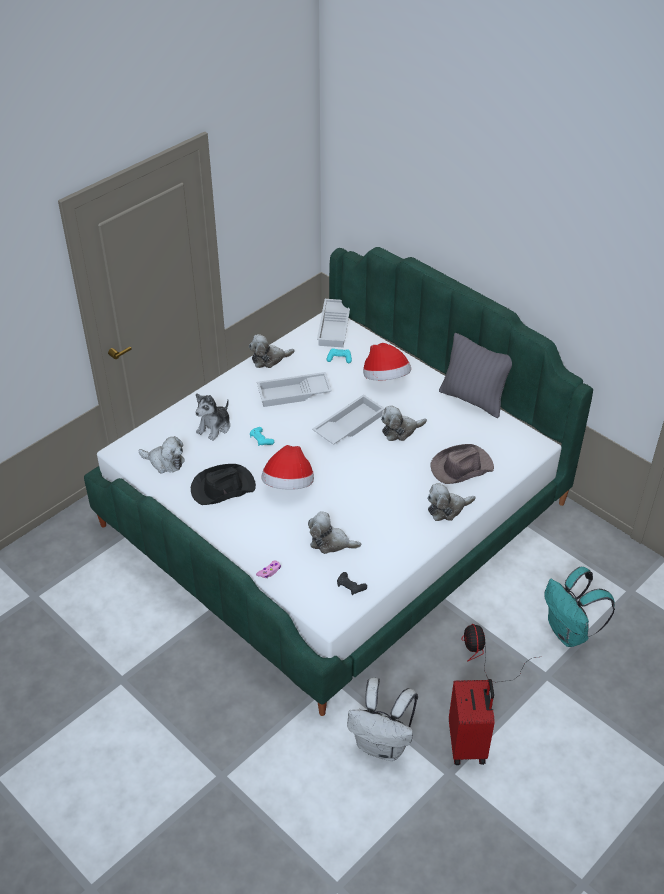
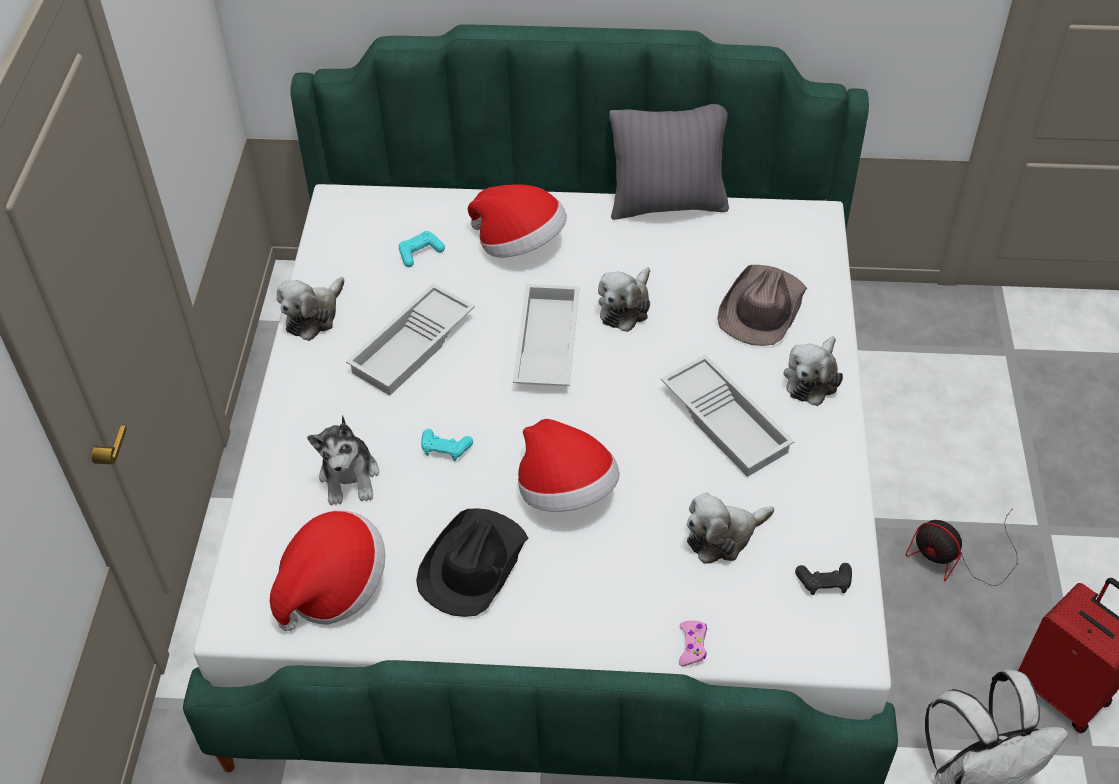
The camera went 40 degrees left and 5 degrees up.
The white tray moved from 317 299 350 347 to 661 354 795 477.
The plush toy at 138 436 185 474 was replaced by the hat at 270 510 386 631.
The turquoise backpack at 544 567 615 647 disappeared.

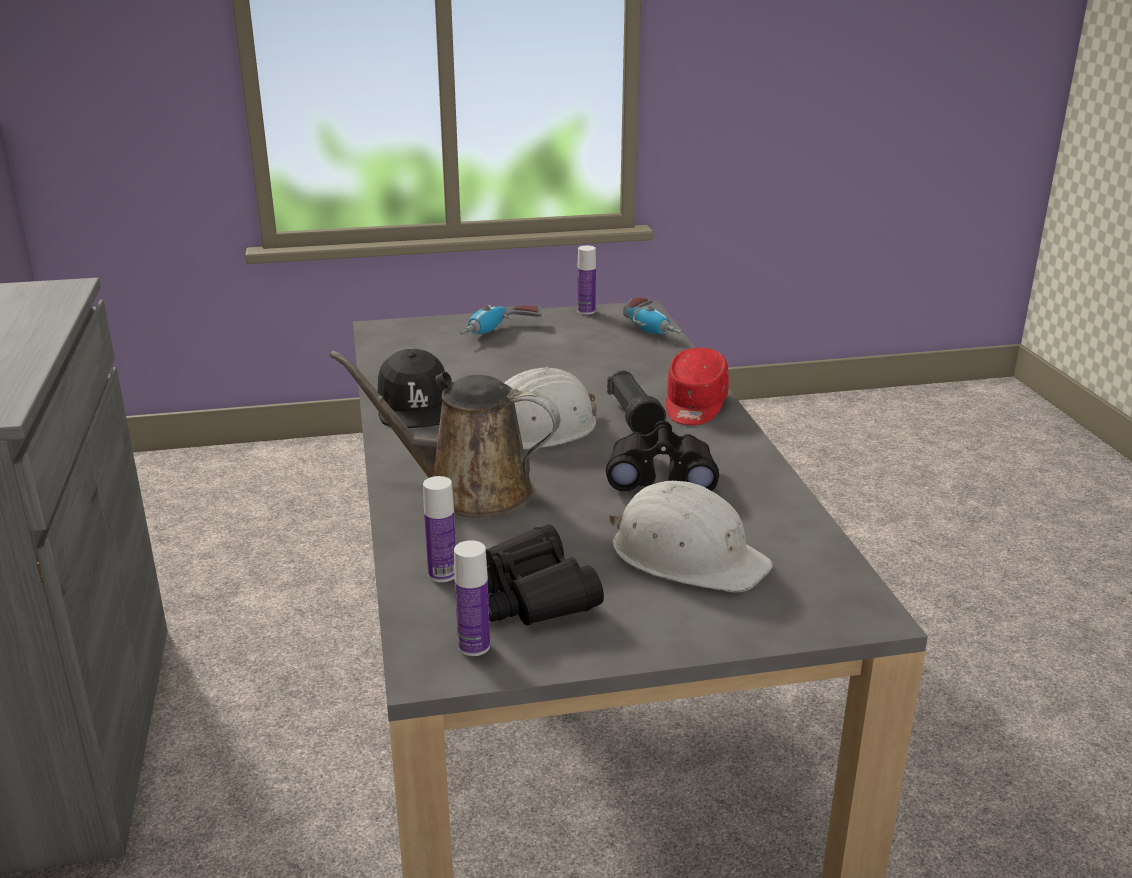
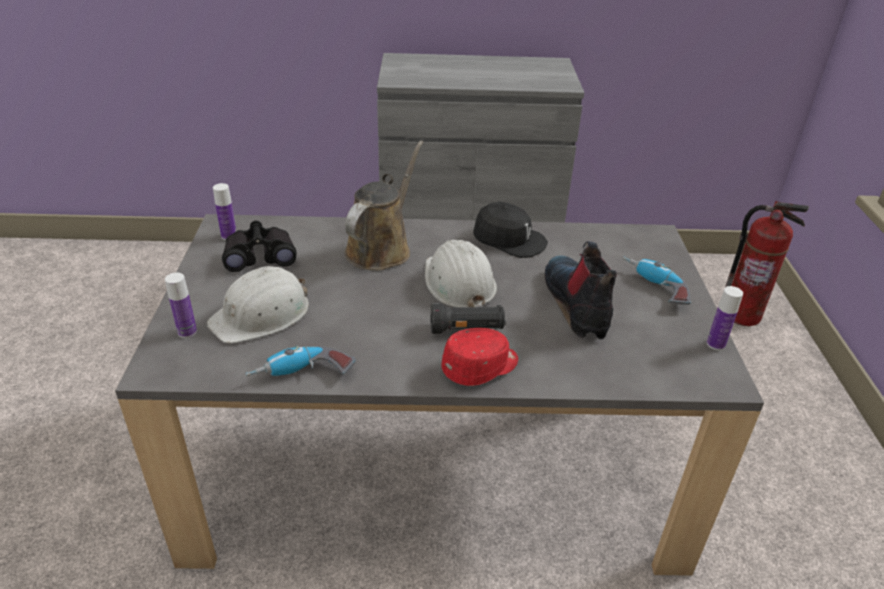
The camera went 100 degrees right and 10 degrees up.
The power drill moved from 623 297 682 334 to 246 345 356 376.
The red cap at 666 348 729 425 turned 120 degrees clockwise.
The black cap at 378 349 445 428 turned 150 degrees counterclockwise.
The black binoculars at 606 421 719 491 disappeared.
The bottle moved from 423 476 456 582 to 165 272 197 338.
The fire extinguisher at 725 201 809 326 appeared.
The boot at 545 241 617 340 appeared.

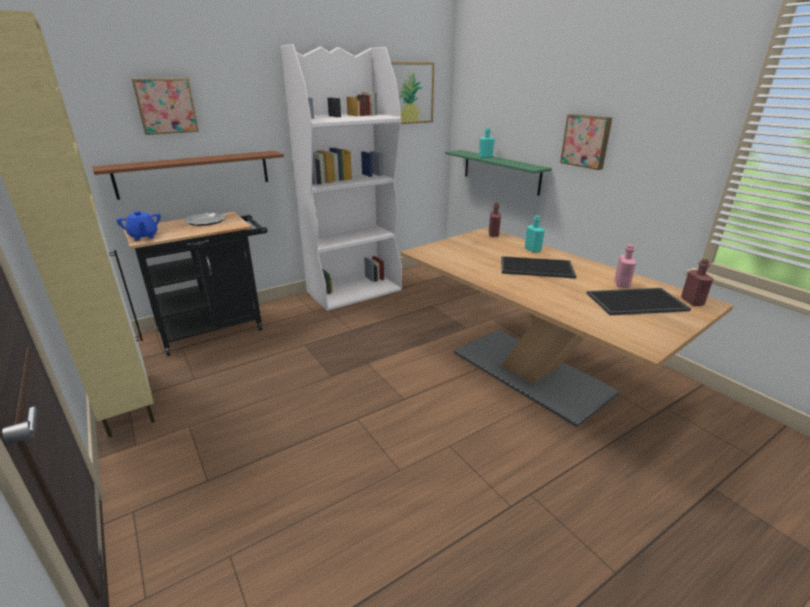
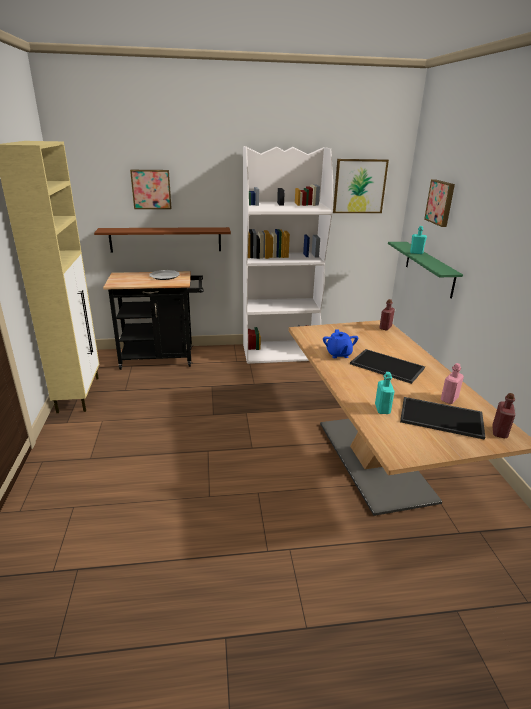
The camera went 25 degrees right and 0 degrees up.
The picture moved from 560 114 612 170 to 424 179 455 227.
The blue teapot moved from 116 211 161 241 to 323 329 358 358.
The turquoise bottle moved from 525 215 545 253 to 375 372 395 414.

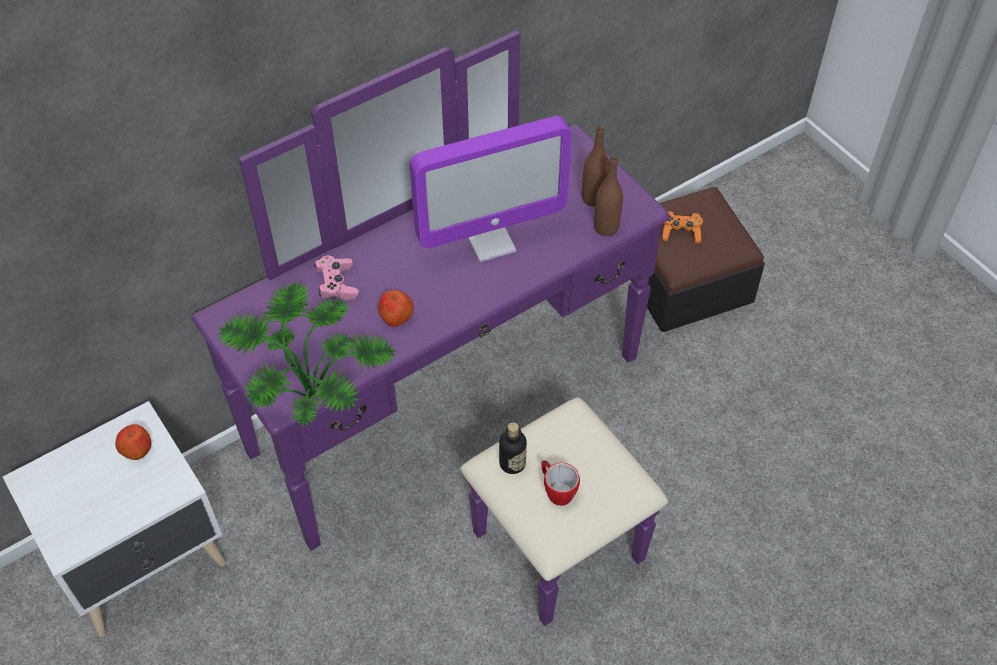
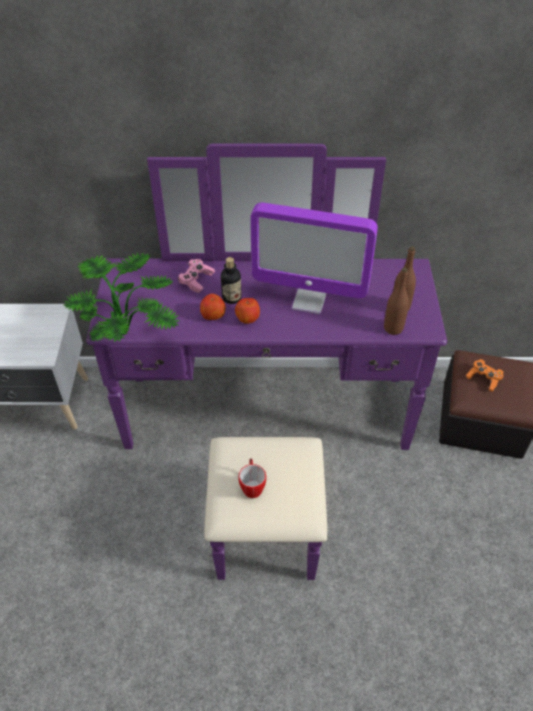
The camera went 35 degrees right and 5 degrees down.
The bottle moved from 499 422 527 474 to 221 257 242 304.
The apple moved from 115 424 151 460 to 235 298 260 324.

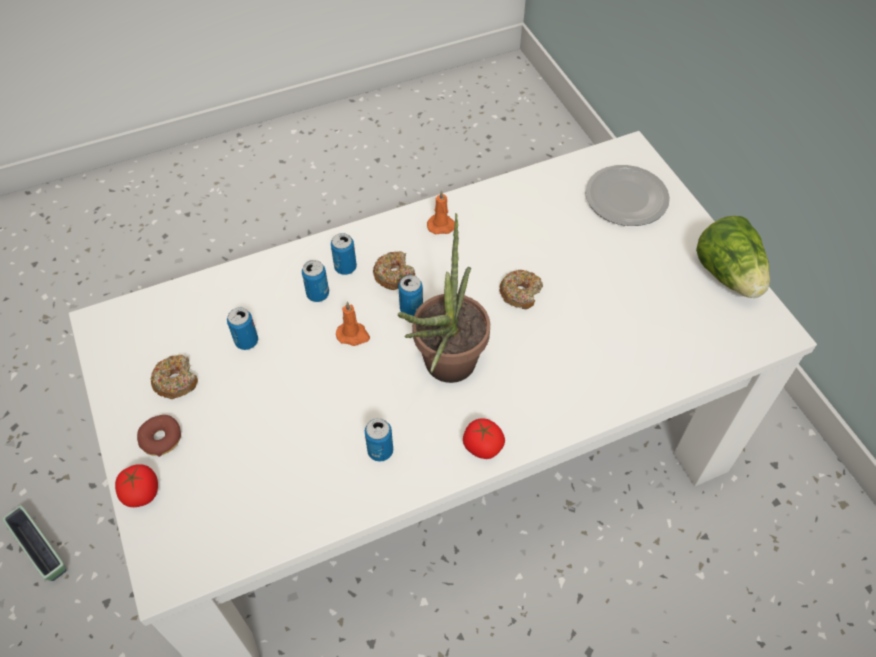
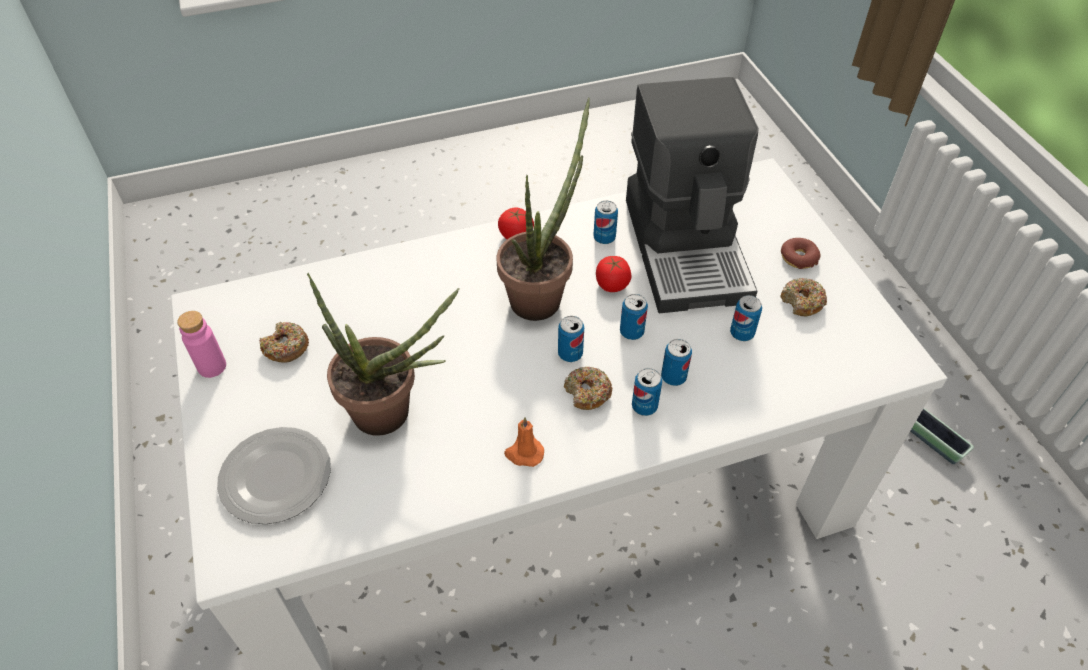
The camera went 175 degrees left and 5 degrees down.
The lettuce at 696 216 770 298 was replaced by the pink bottle at 177 311 226 378.
The donut moved from 499 269 543 309 to 259 322 309 363.
The orange candle at 336 301 370 346 was replaced by the can at 620 294 648 340.
The tomato moved from 115 464 158 507 to 596 256 631 292.
The coffee machine at 626 77 759 313 appeared.
The potted plant at 307 273 460 436 appeared.

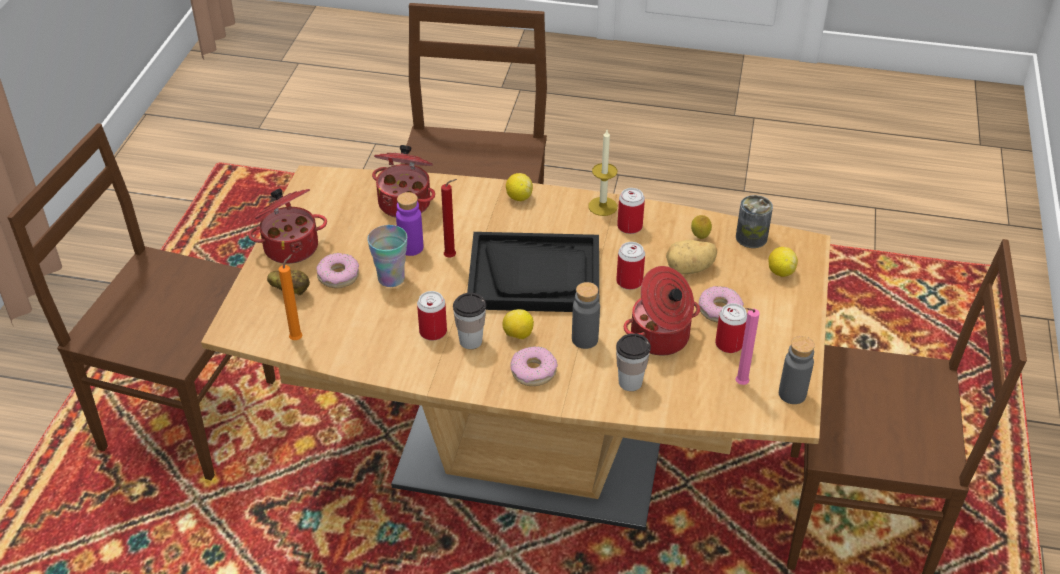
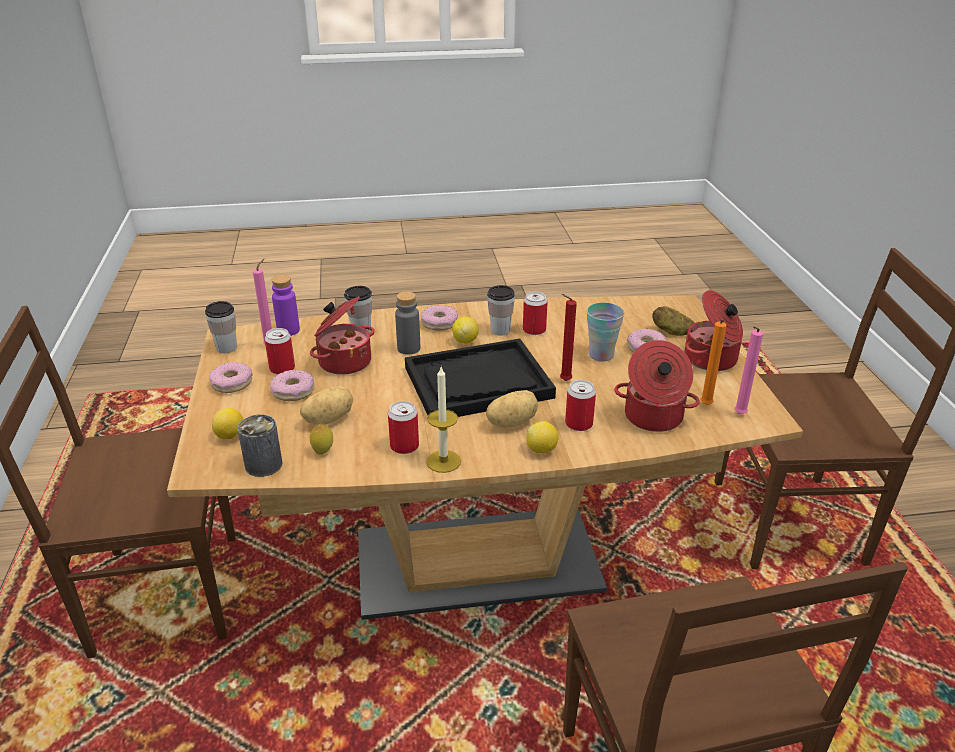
The camera went 160 degrees right and 10 degrees down.
The purple bottle moved from 396 192 423 256 to 272 275 300 336.
The can moved from 616 242 645 290 to 565 380 596 431.
The orange candle moved from 278 254 303 340 to 700 319 726 405.
The grey bottle at 779 336 815 404 was replaced by the cup at 205 301 237 353.
The pink candle at 734 326 763 414 appeared.
The donut at 209 362 253 393 appeared.
The potato at 486 390 538 428 appeared.

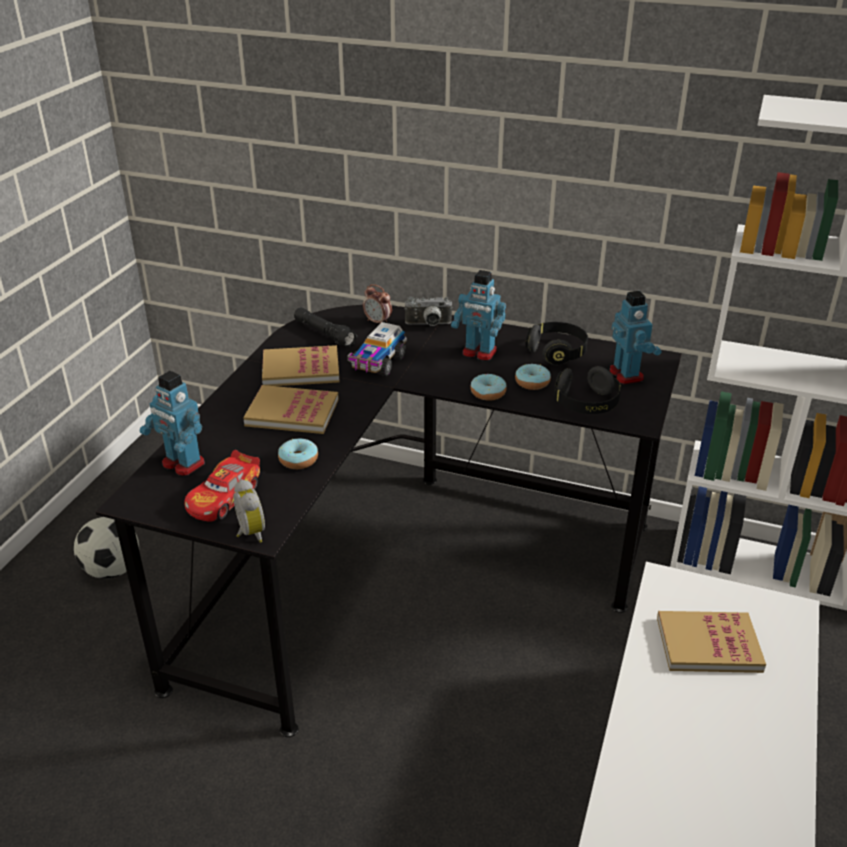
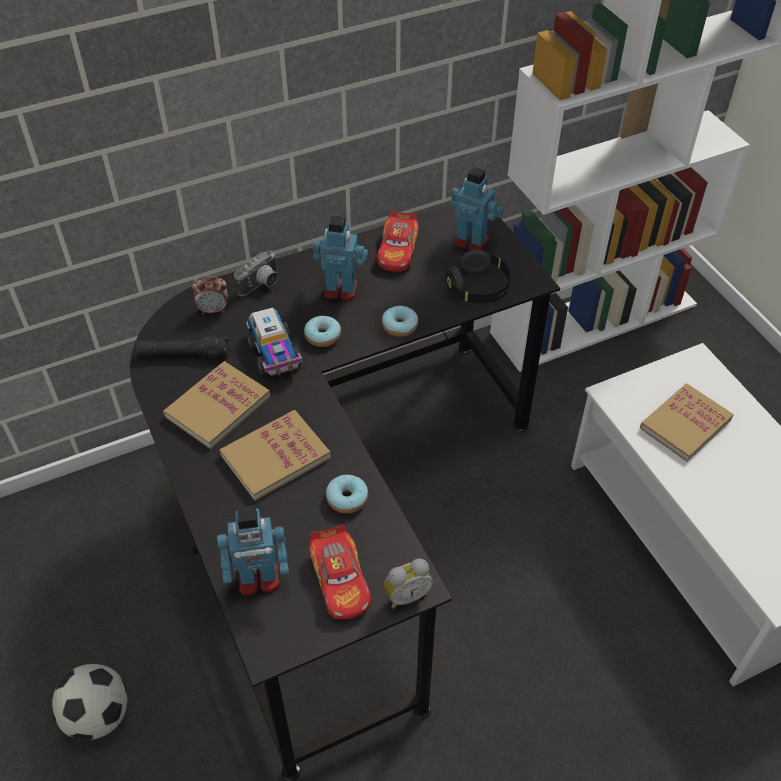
The camera went 45 degrees left and 15 degrees up.
The toy robot at 451 270 506 361 turned 150 degrees counterclockwise.
The black headphones at 525 322 588 365 was replaced by the toy car at 377 211 419 272.
The donut moved from 515 364 551 390 to 304 316 341 347.
The alarm clock at 233 479 265 543 turned 135 degrees clockwise.

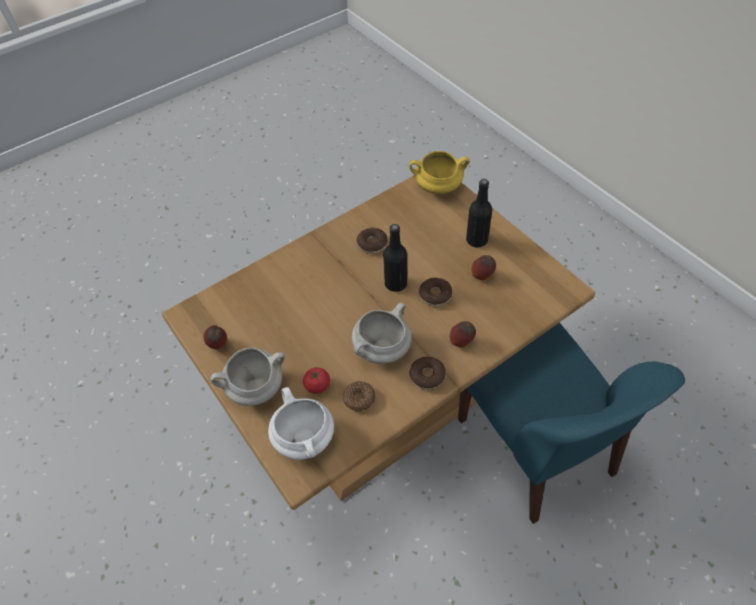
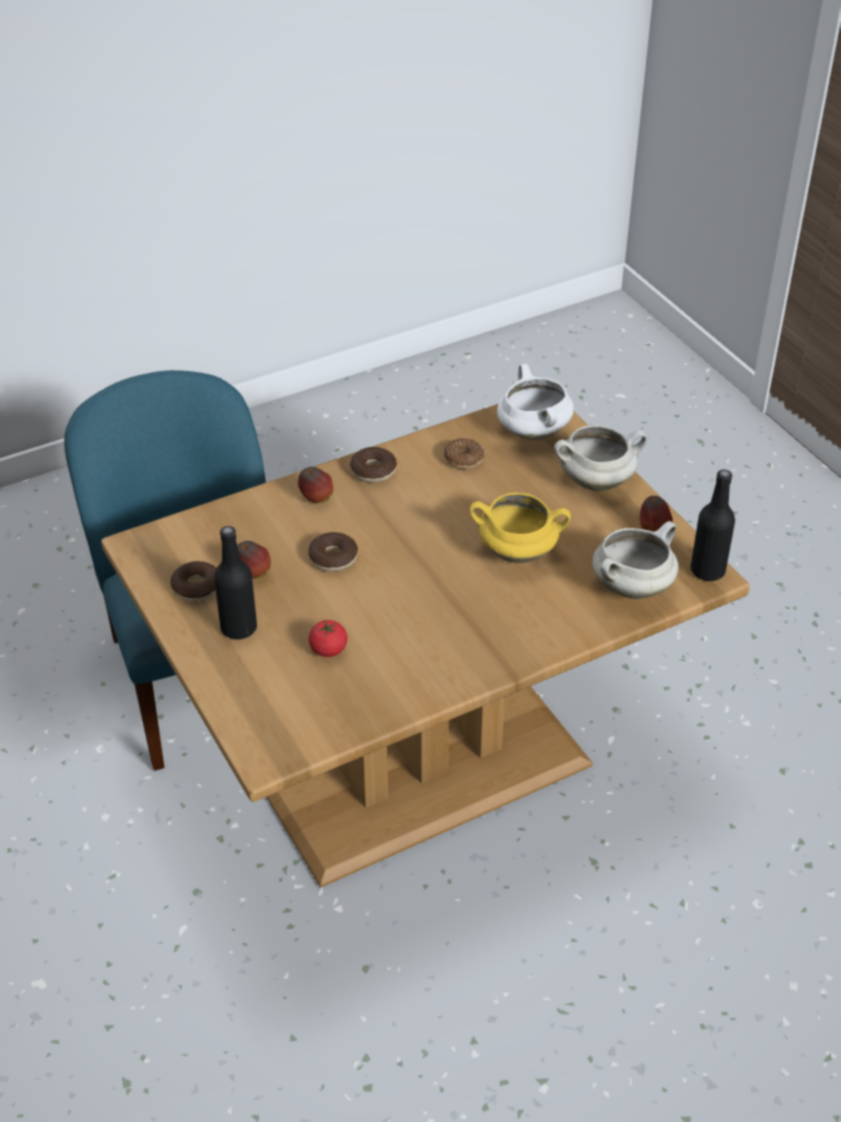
The camera went 175 degrees left and 10 degrees down.
The yellow cooking pot moved from 409 151 469 194 to 469 493 571 563.
The black bottle moved from 383 224 407 292 to 690 470 735 581.
The donut moved from 356 228 388 254 to 170 561 217 602.
The white cooking pot moved from 352 302 412 364 to 592 521 679 599.
The tomato moved from 303 367 330 394 to 309 620 348 657.

